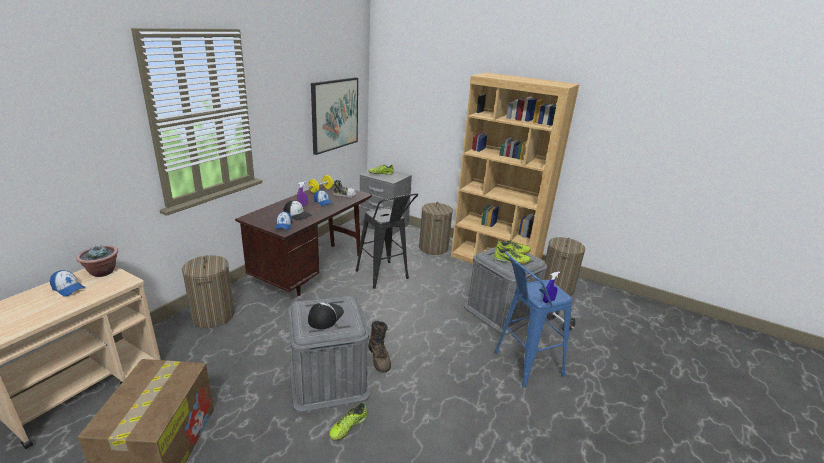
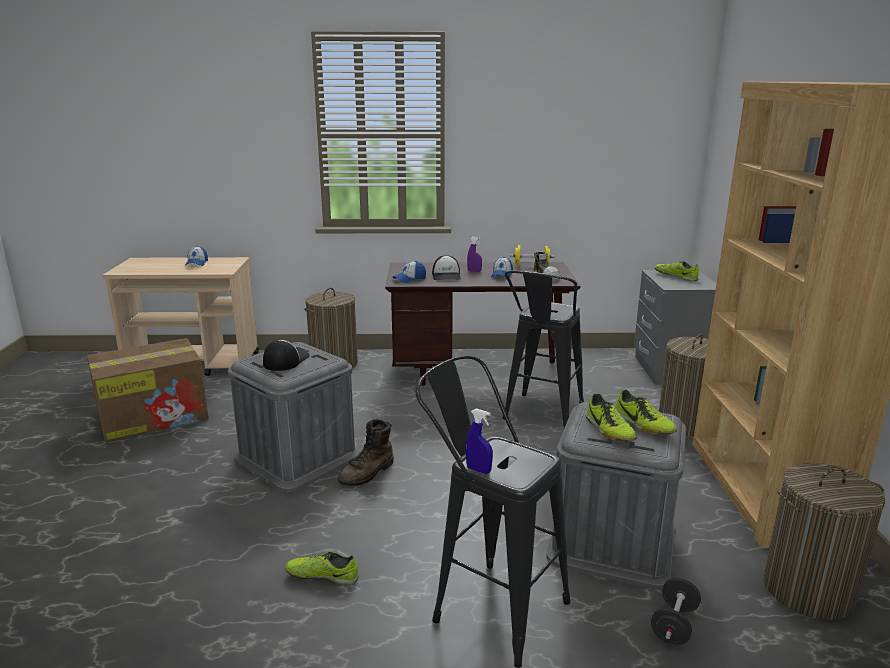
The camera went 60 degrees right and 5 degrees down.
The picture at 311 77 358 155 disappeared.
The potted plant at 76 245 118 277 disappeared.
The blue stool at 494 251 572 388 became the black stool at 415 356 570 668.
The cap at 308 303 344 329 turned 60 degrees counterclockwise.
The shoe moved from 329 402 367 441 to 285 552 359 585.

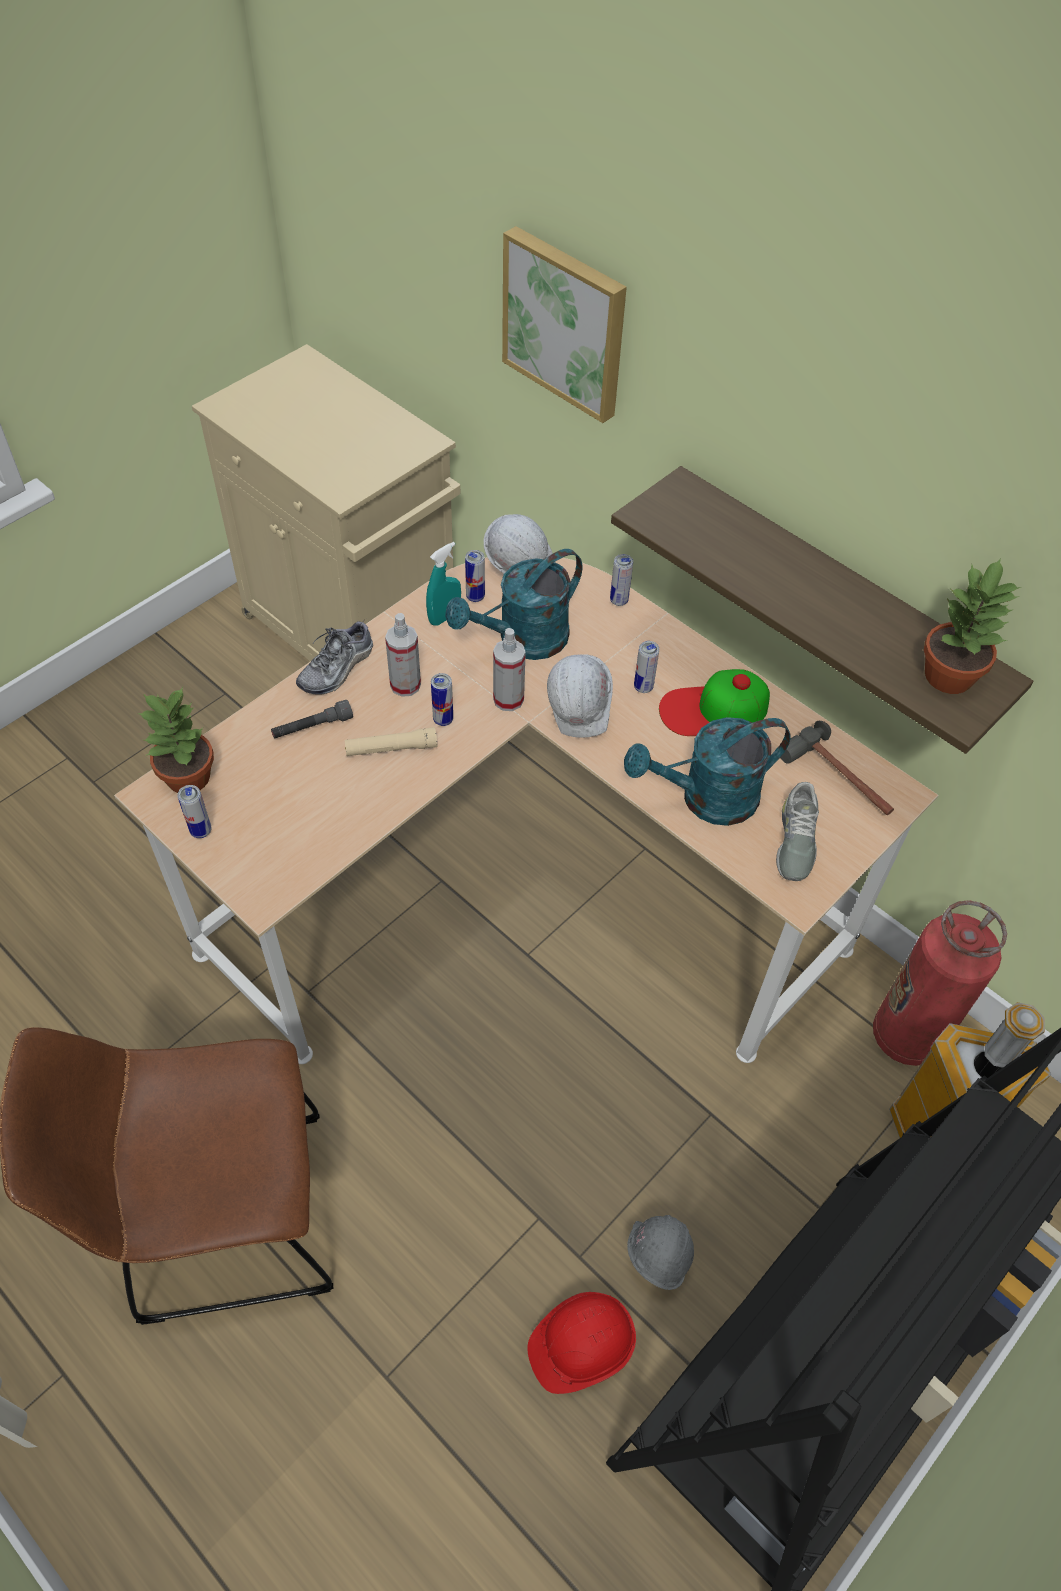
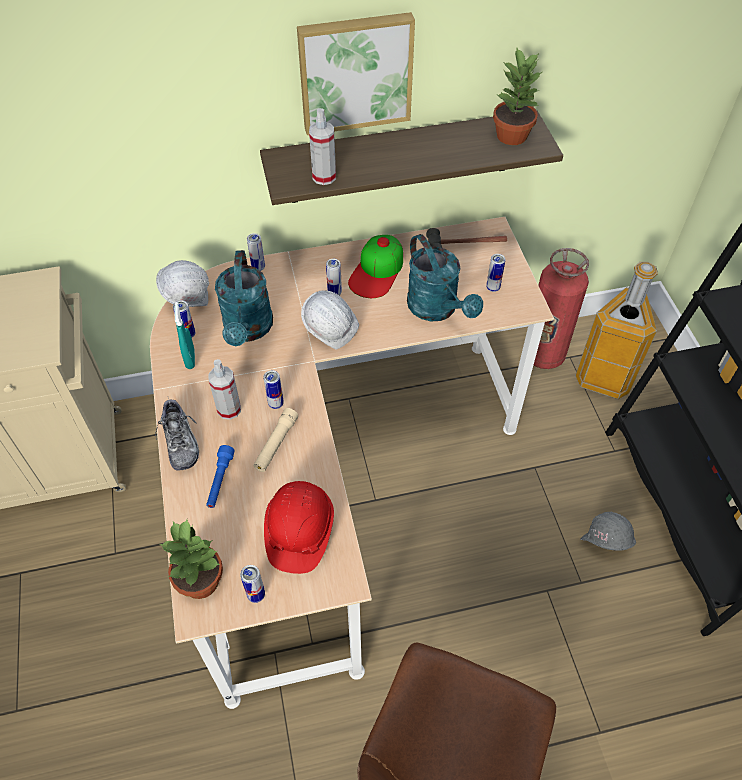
The camera went 55 degrees left and 0 degrees up.
The picture moved from 502 226 627 423 to 297 12 415 135.
The spray bottle moved from 493 628 526 711 to 309 108 336 185.
The grey flashlight at 271 700 353 738 became the blue flashlight at 206 445 234 508.
The turquoise watering can at 624 717 791 826 turned 45 degrees counterclockwise.
The grey shoe at 776 782 819 881 was replaced by the can at 486 254 505 292.
The red hard hat moved from 528 1292 636 1394 to 264 481 334 574.

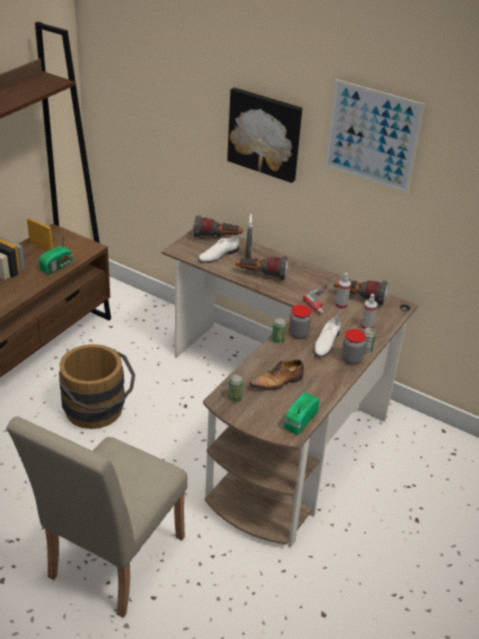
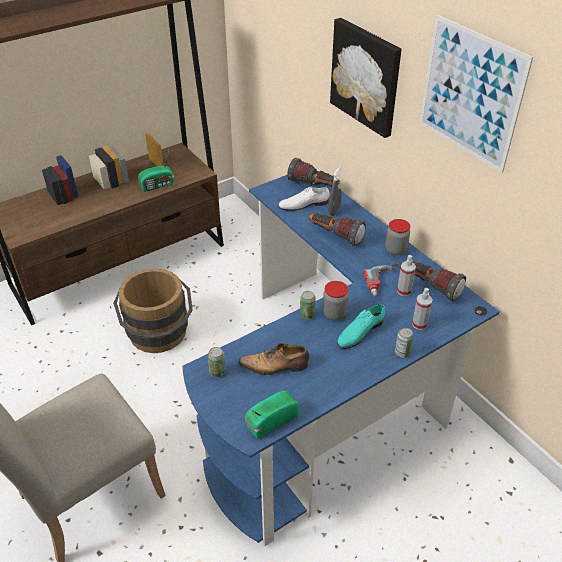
The camera went 25 degrees right and 5 degrees up.
The brown desk at 161 229 418 548 became the blue desk at 182 175 500 546.
The white shoe at 314 316 340 357 became the turquoise shoe at 337 304 385 349.
The jar moved from 341 329 366 365 to 386 219 410 255.

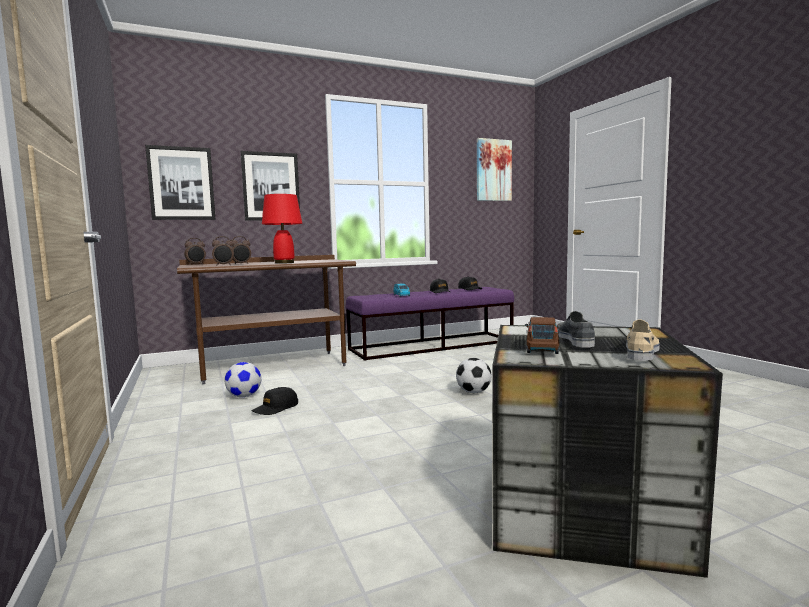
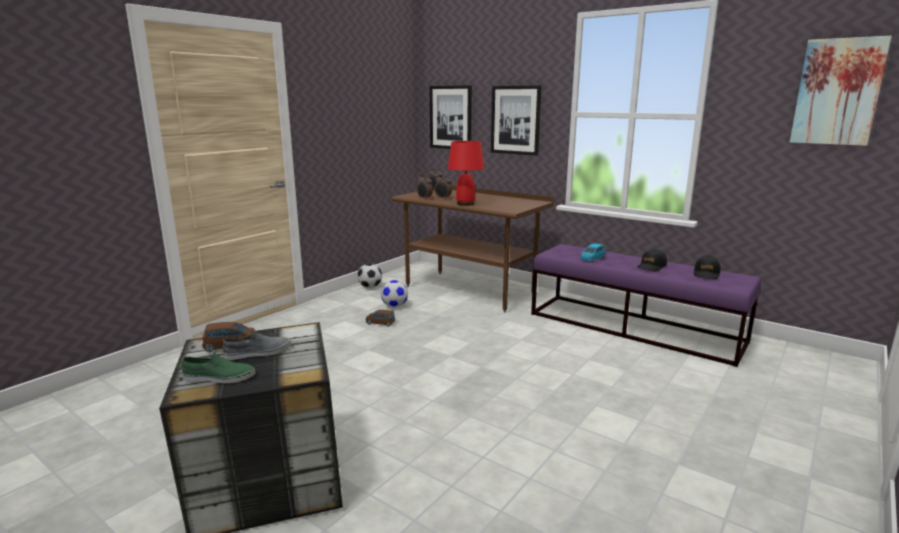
The camera went 60 degrees right and 10 degrees up.
The beige shoe at 626 319 660 361 became the green shoe at 181 353 256 384.
The football moved from 456 358 492 393 to 357 263 382 288.
The black cap at 252 387 298 415 was replaced by the brown toy car at 366 310 395 327.

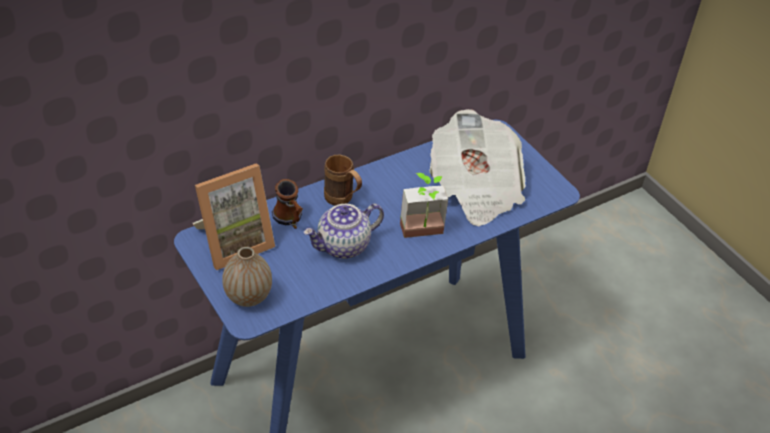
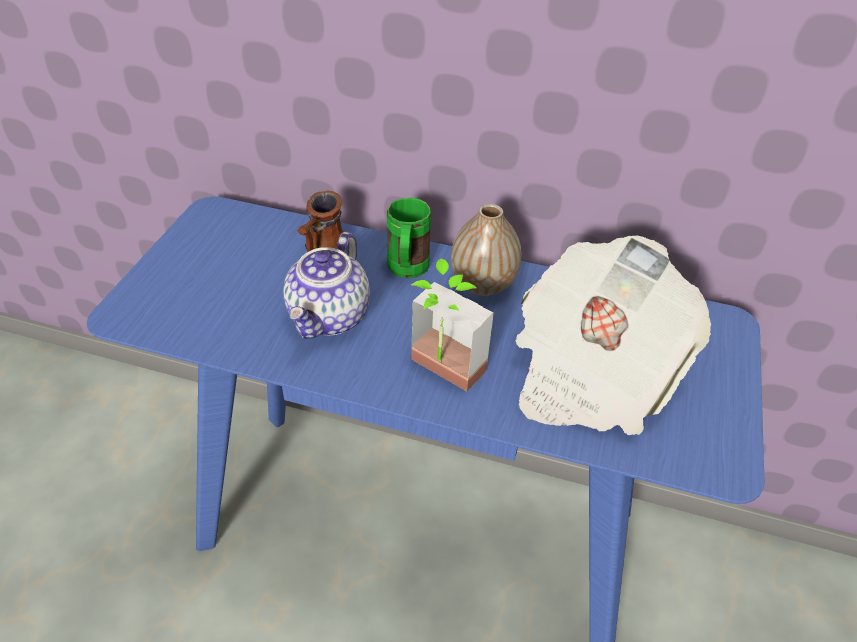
The camera went 50 degrees right and 0 degrees up.
The brown mug at 324 155 362 206 became the green mug at 387 198 431 278.
The picture frame at 193 163 275 270 disappeared.
The teapot at 303 203 384 259 turned 90 degrees counterclockwise.
The vase moved from 222 247 272 307 to 451 204 521 296.

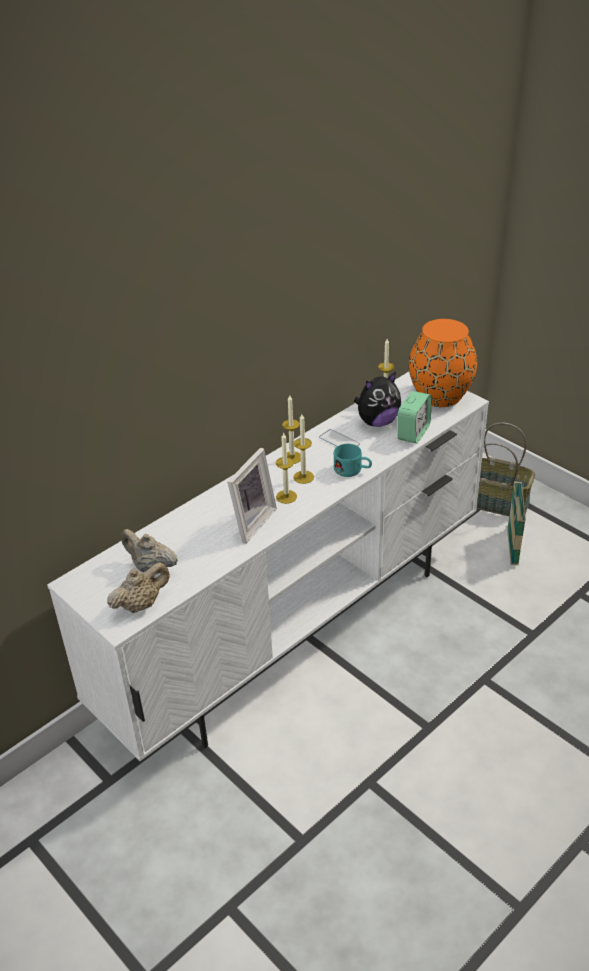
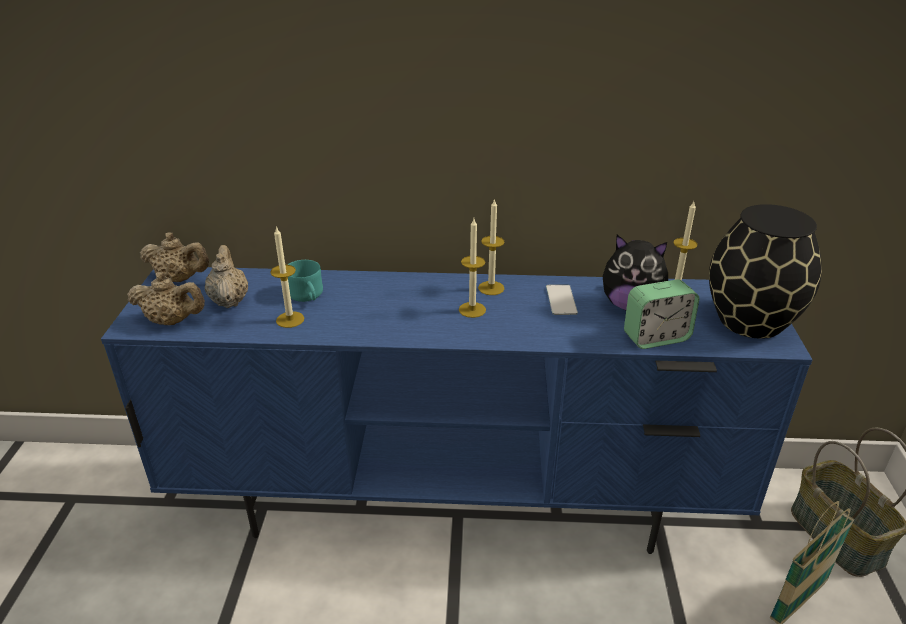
The camera went 45 degrees right and 5 degrees down.
The orange vase at 409 319 477 407 became the black vase at 709 204 822 339.
The white tv stand at 47 372 489 761 became the blue tv stand at 101 267 812 554.
The candle moved from 276 432 297 504 to 270 226 304 328.
The turquoise mug moved from 334 444 372 477 to 288 260 323 302.
The picture frame at 227 448 277 544 disappeared.
The beige teapot at 140 232 209 282 appeared.

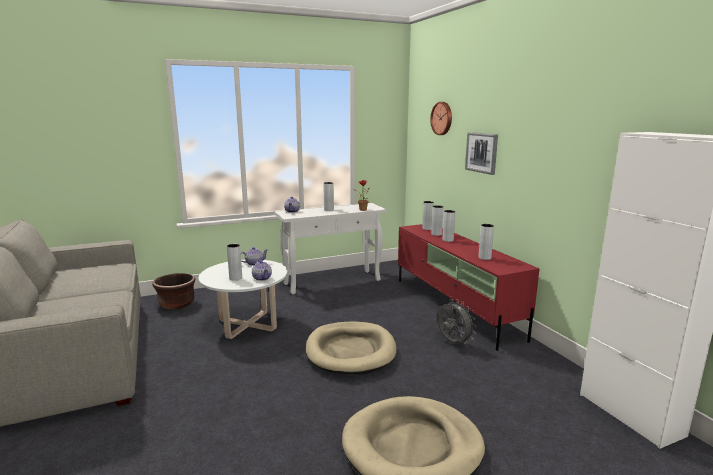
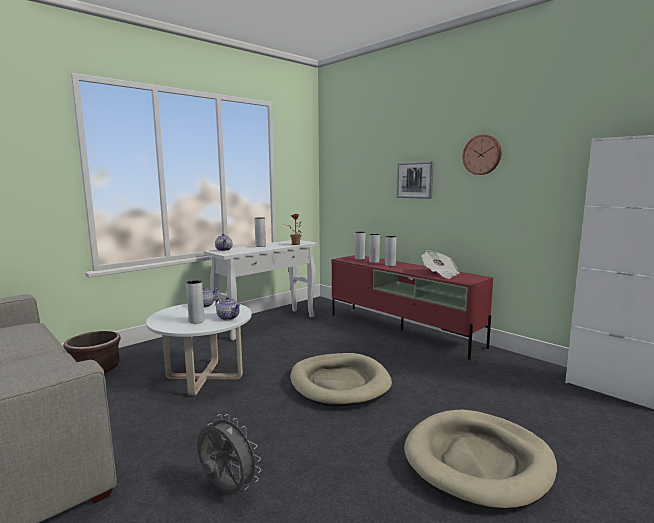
The camera went 20 degrees left and 5 degrees down.
The wall clock moved from 430 102 452 135 to 462 135 501 175.
The grey vase at 479 224 494 260 was replaced by the newspaper at 422 250 460 279.
The grey fan moved from 437 299 477 344 to 197 414 261 494.

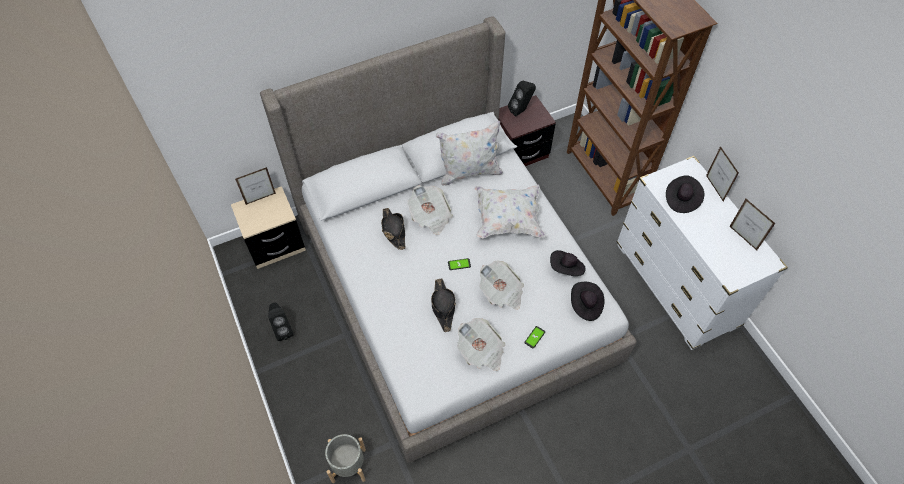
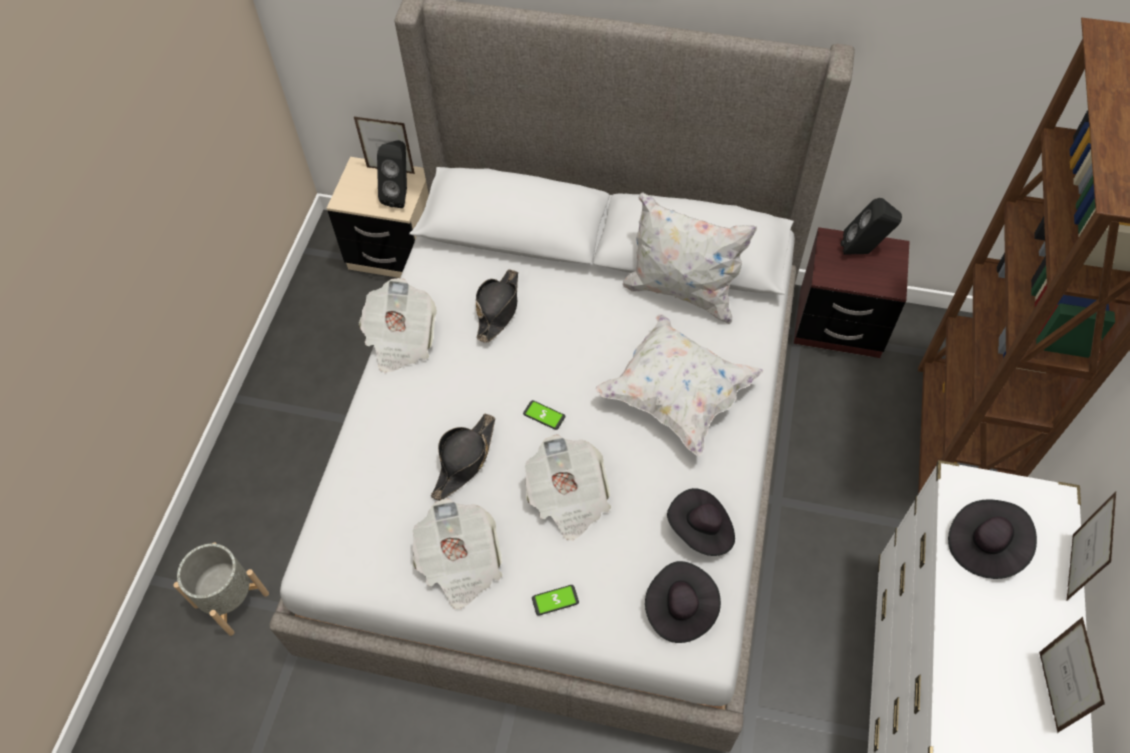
The camera went 40 degrees right and 0 degrees up.
The newspaper moved from 407 185 453 235 to 359 278 437 373.
The black speaker moved from 268 303 294 341 to 377 140 407 208.

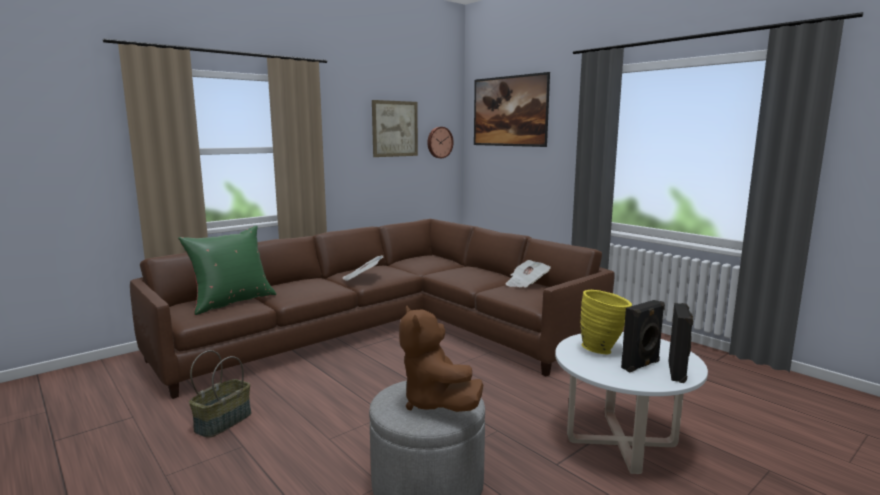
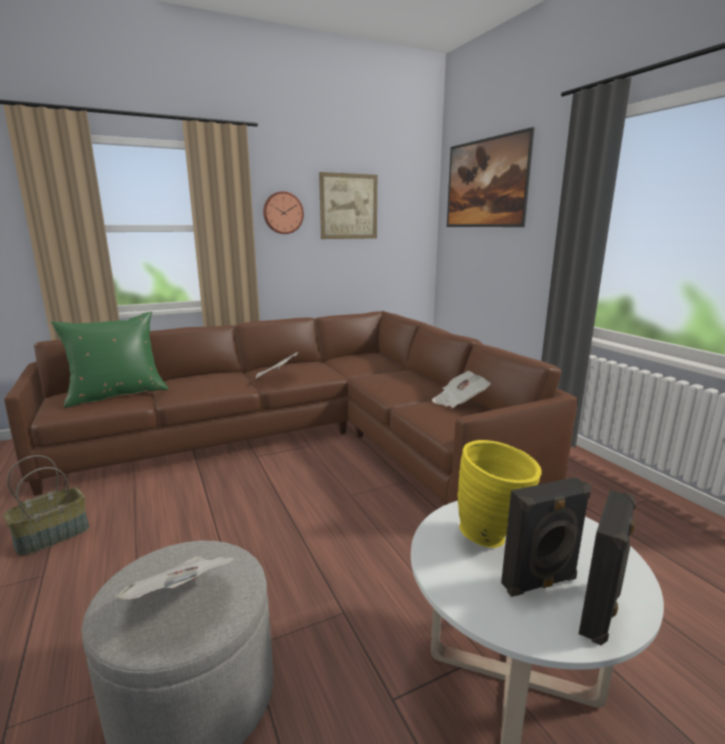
The camera went 15 degrees right and 5 degrees up.
The wall clock moved from 427 127 453 158 to 263 191 304 234.
The brown plush toy at 399 306 483 412 was replaced by the newspaper at 117 556 235 599.

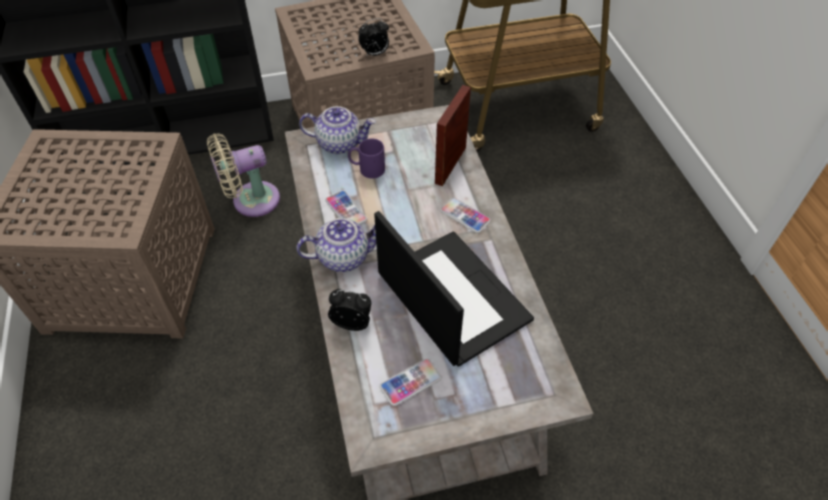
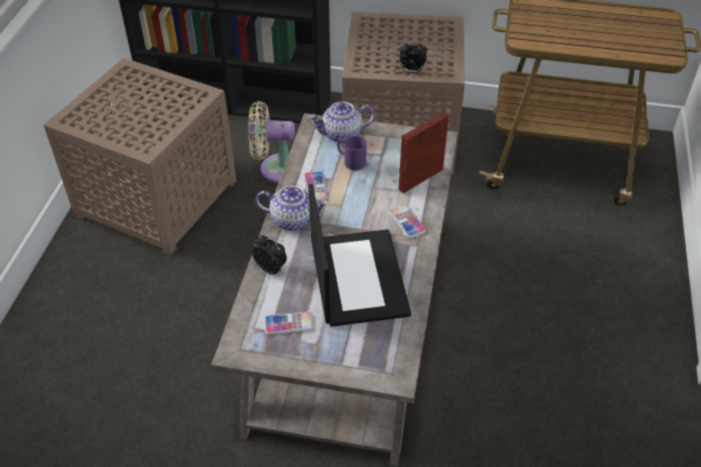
The camera went 25 degrees right and 5 degrees down.
The teapot at 299 106 376 154 turned 135 degrees clockwise.

